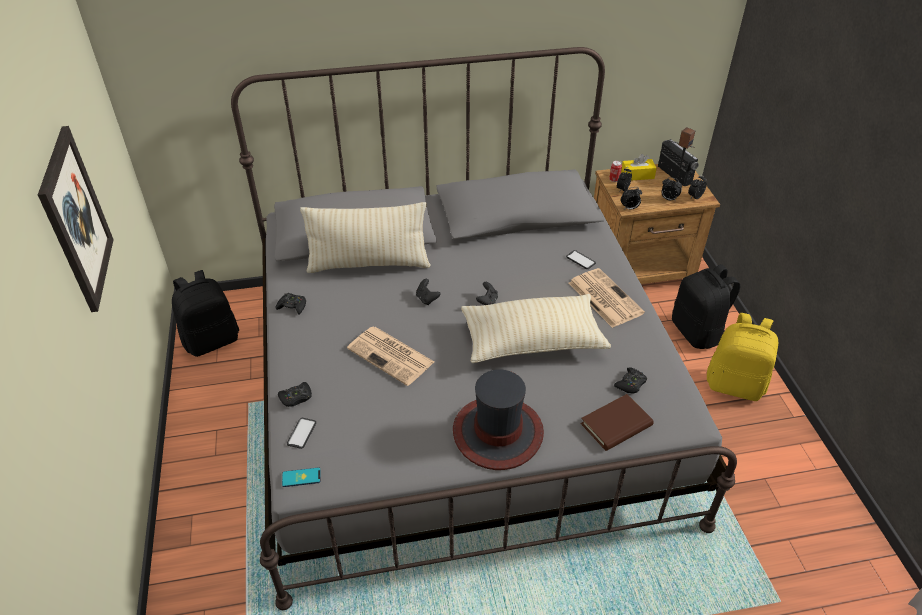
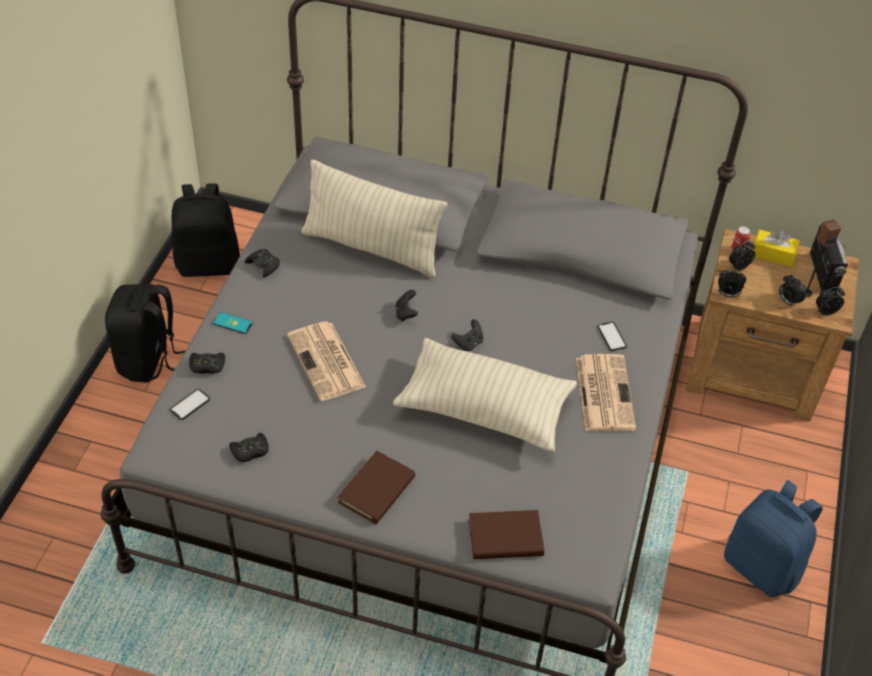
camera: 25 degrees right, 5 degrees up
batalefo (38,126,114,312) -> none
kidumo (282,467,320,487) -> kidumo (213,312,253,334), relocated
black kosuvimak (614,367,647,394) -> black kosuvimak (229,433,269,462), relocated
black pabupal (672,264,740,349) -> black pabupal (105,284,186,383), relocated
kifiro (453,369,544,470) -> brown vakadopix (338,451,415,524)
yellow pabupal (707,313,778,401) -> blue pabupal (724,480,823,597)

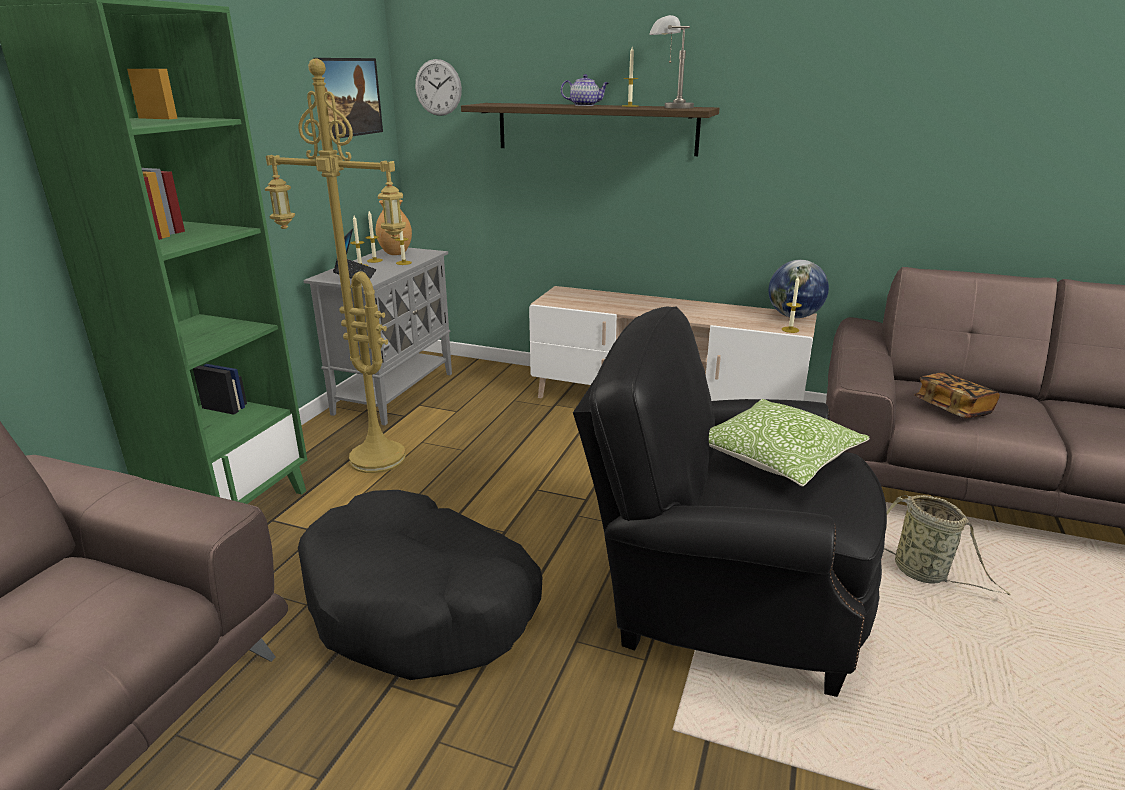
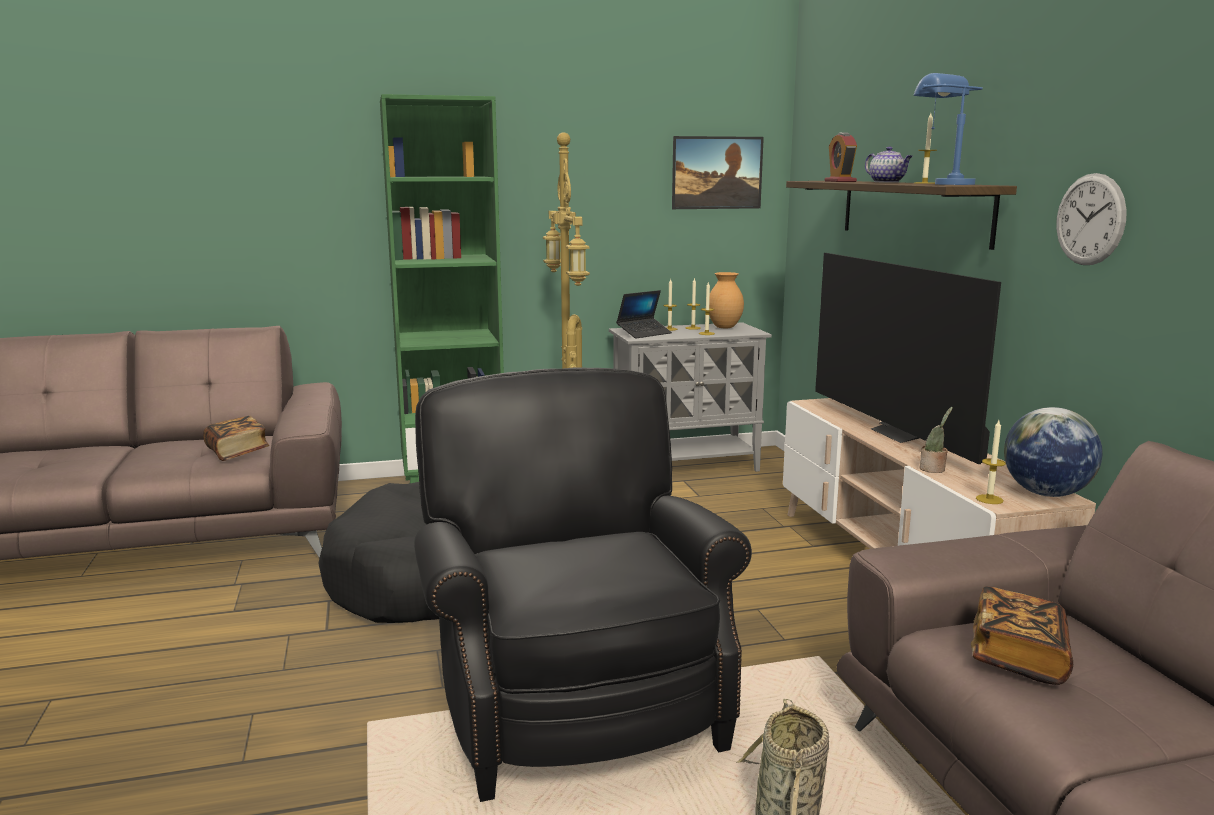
camera: 55 degrees right, 10 degrees down
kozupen (709,399,870,486) -> none
none -> vakadopix (203,416,269,461)
none -> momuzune (815,253,1001,464)
none -> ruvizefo (825,132,857,182)
none -> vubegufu (919,407,953,473)
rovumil (415,59,462,116) -> rovumil (1056,173,1127,265), relocated
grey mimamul (649,15,694,109) -> blue mimamul (914,73,983,185)

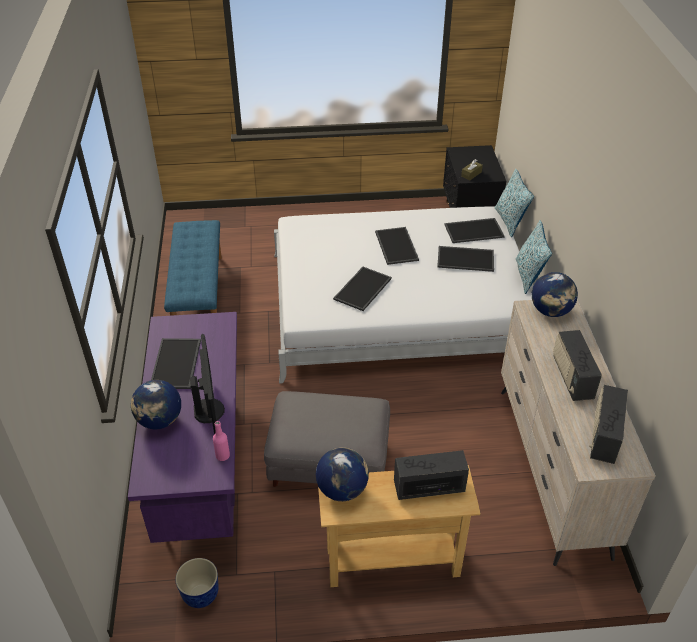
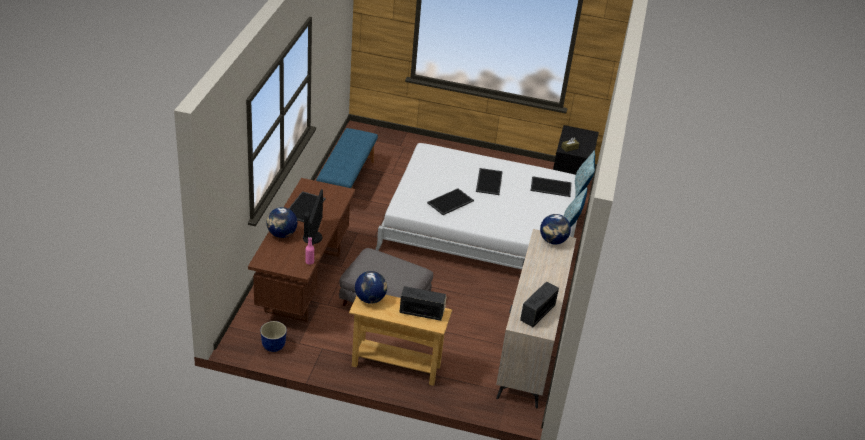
camera: 15 degrees right, 5 degrees down
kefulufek (437,246,494,272) -> none
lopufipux (553,330,602,401) -> none
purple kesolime (128,312,237,543) -> brown kesolime (248,178,355,322)

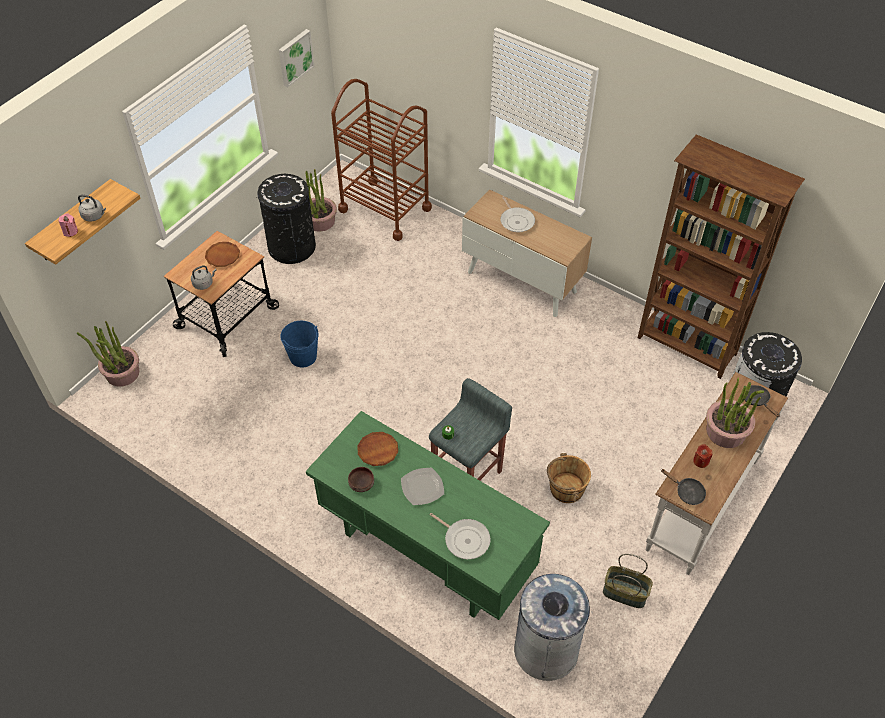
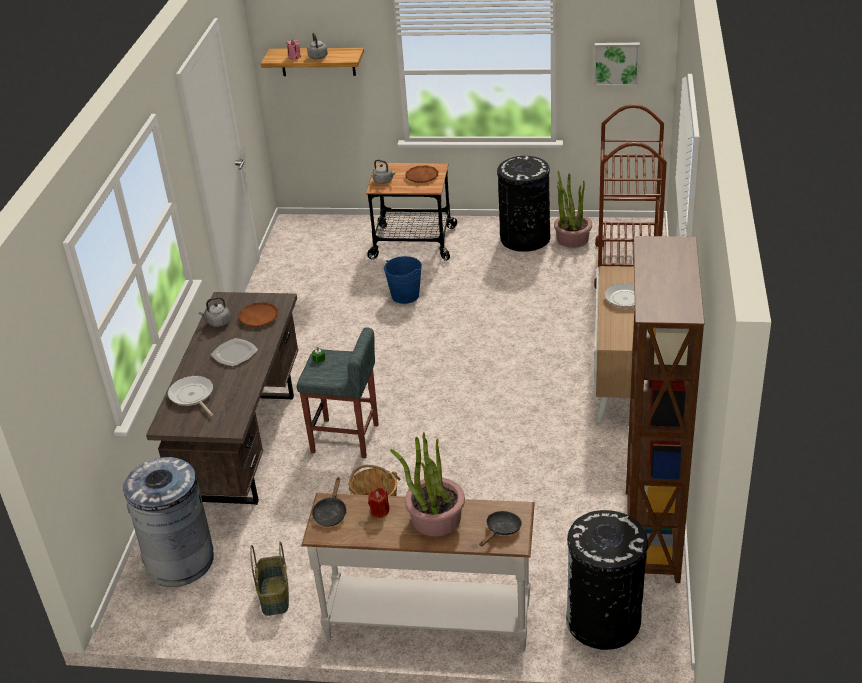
camera: 65 degrees right, 15 degrees down
vubegufu (77,321,140,387) -> none
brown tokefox (348,467,374,492) -> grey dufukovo (198,297,231,327)
green kesolime (306,411,550,620) -> brown kesolime (146,292,299,505)
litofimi (430,513,490,559) -> litofimi (168,376,213,416), 135 degrees clockwise

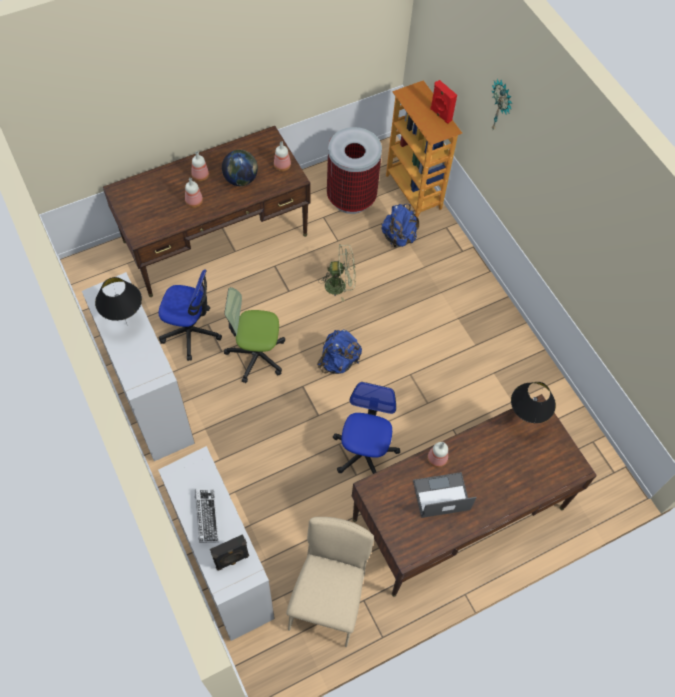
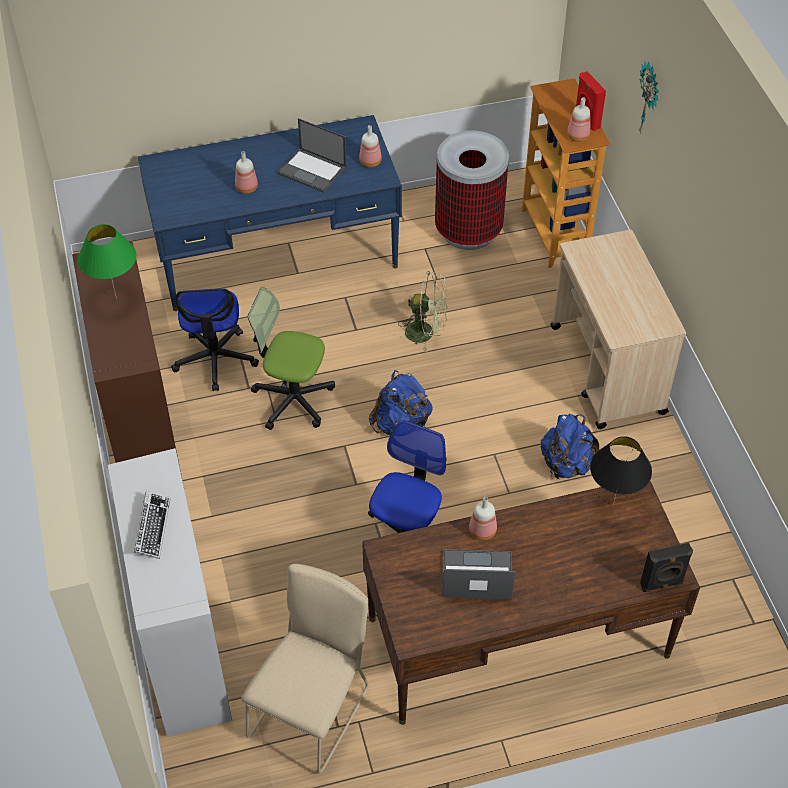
camera: 15 degrees right, 10 degrees down
none -> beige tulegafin (550,230,686,429)
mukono (191,151,209,181) -> mukono (567,97,591,142), relocated
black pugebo (210,534,249,570) -> black pugebo (640,543,693,592), relocated
blue pabupal (381,204,419,248) -> blue pabupal (541,414,599,480), relocated
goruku (222,150,258,186) -> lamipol (277,118,346,193)
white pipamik (82,272,195,461) -> brown pipamik (72,241,184,486)
black mimamul (95,277,142,324) -> green mimamul (78,224,136,299)
brown kesolime (103,126,311,297) -> blue kesolime (138,115,402,311)
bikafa (158,269,222,361) -> bikafa (171,288,259,391), 60 degrees clockwise

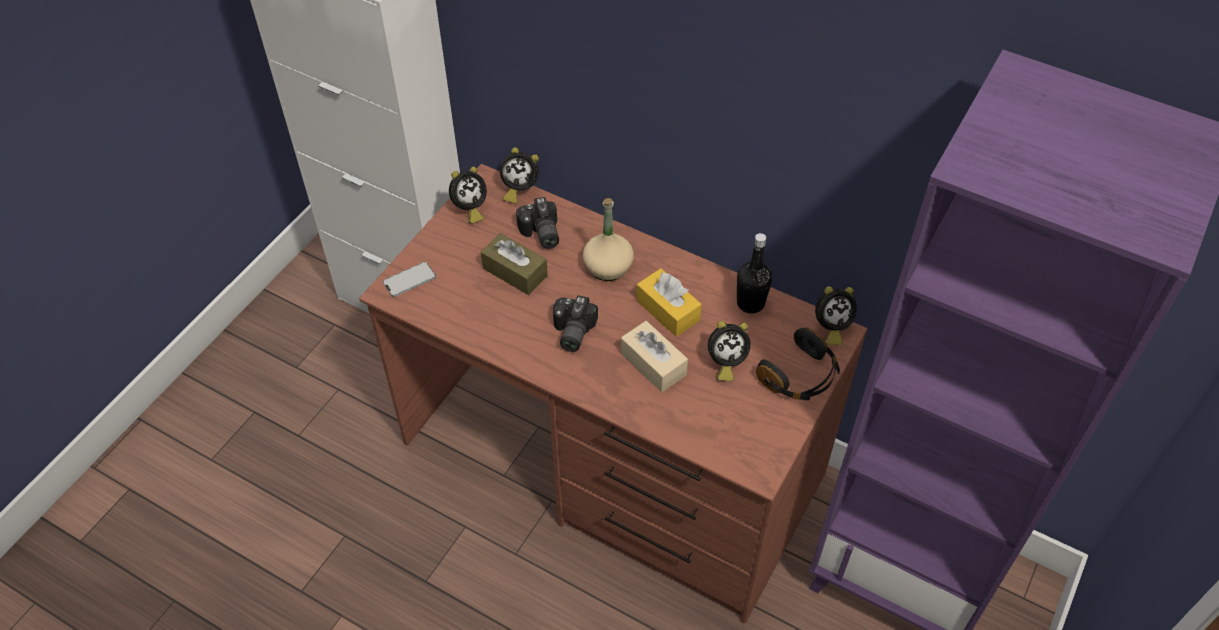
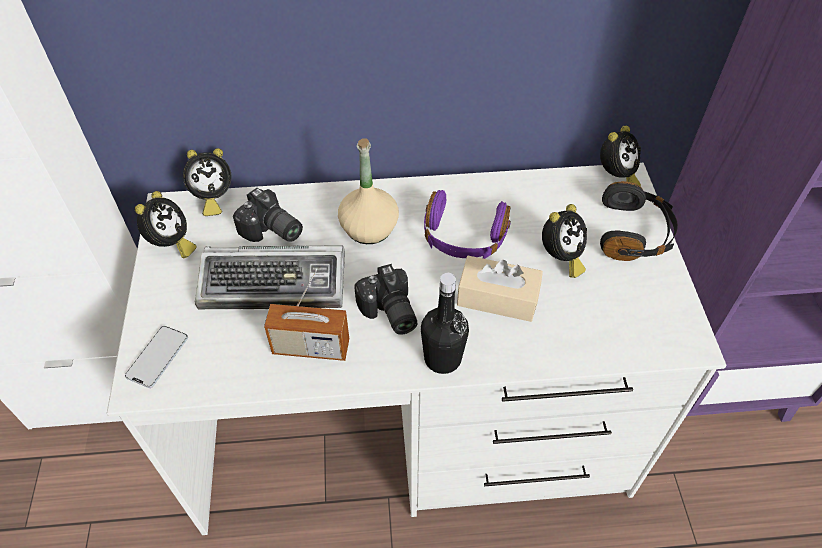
camera: 35 degrees left, 0 degrees up
none -> lopufipux (264,269,349,361)
black mukono (737,233,772,313) -> black mukono (421,273,469,374), relocated
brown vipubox (481,233,548,295) -> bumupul (195,246,345,309)
yellow vipubox (636,268,702,337) -> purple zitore (424,190,511,259)
brown kesolime (359,164,868,623) -> white kesolime (106,163,727,535)

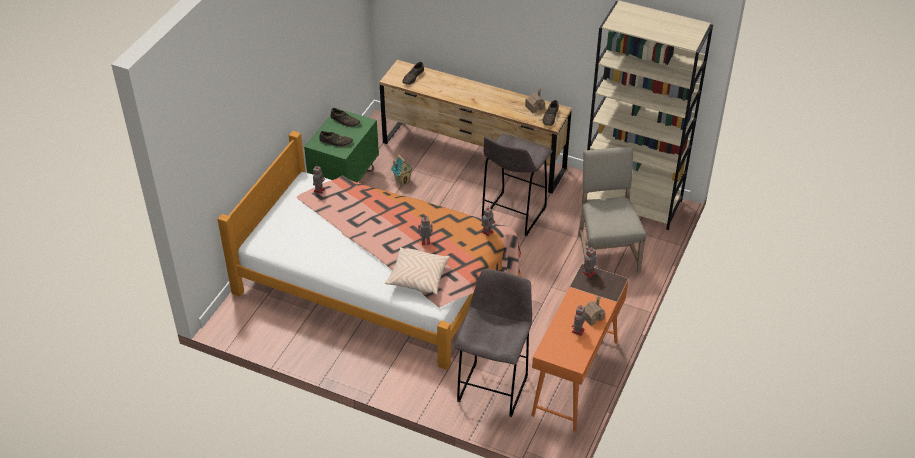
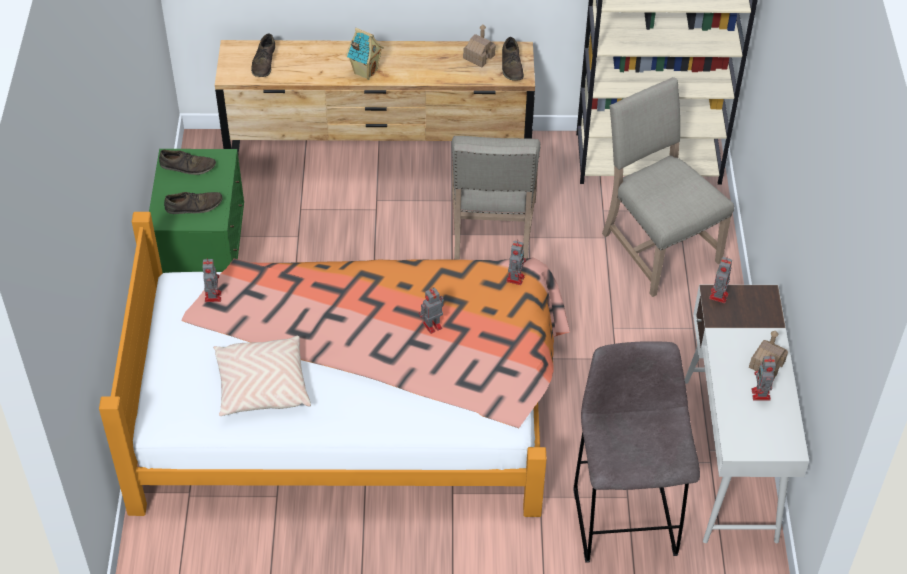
camera: 25 degrees left, 5 degrees up
beige kozupen (385,247,449,295) -> beige kozupen (213,336,311,416), relocated
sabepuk (391,154,413,186) -> sabepuk (346,28,384,80), relocated
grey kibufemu (482,134,553,236) -> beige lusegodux (452,136,541,260)
orange kesolime (531,264,629,432) -> white kesolime (685,285,809,543)

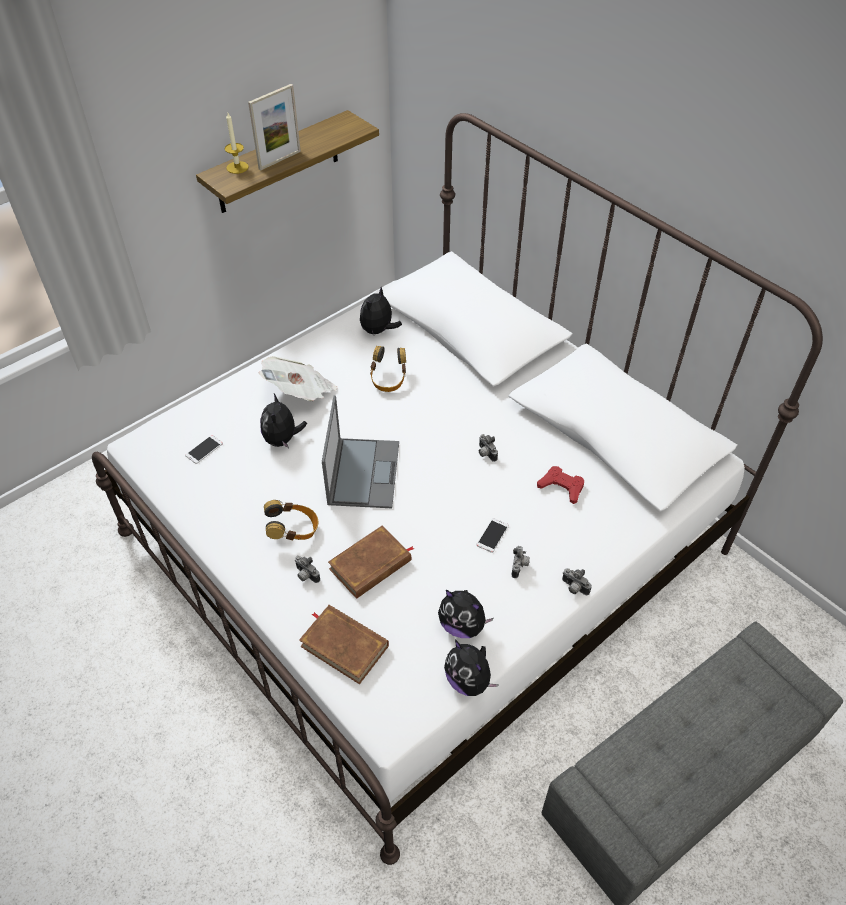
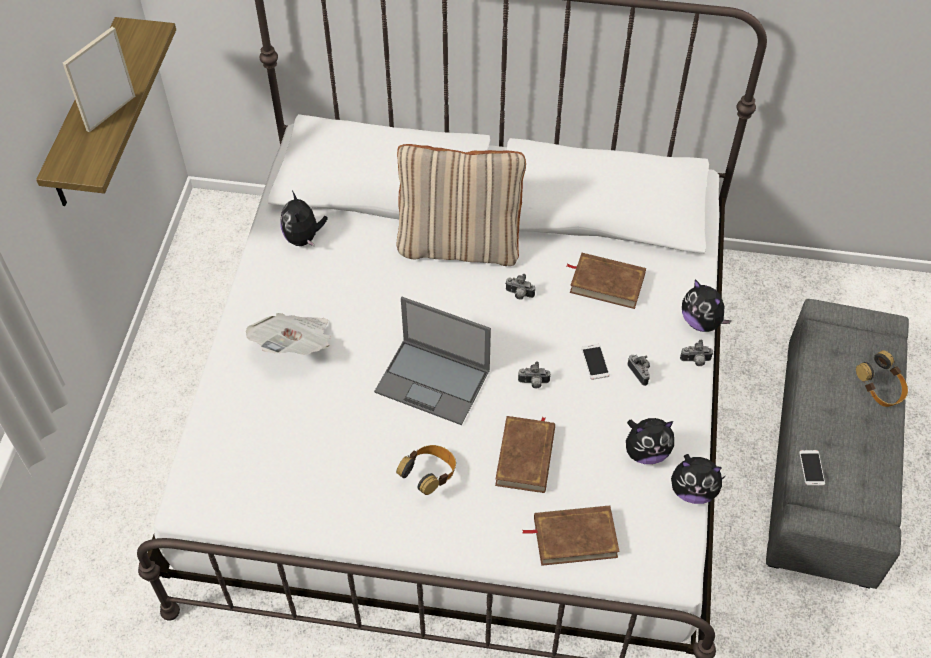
camera: 40 degrees left, 5 degrees up
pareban (225,113,249,174) -> none
none -> beige kozupen (397,144,526,266)
kidumo (186,435,223,464) -> kidumo (799,450,825,486), relocated
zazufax (260,394,307,448) -> zazufax (682,279,732,332), relocated
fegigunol (295,556,320,583) -> fegigunol (518,361,551,388), relocated
zitore (370,346,406,392) -> zitore (856,350,908,407), relocated
red kosuvimak (537,466,584,504) -> brown vakadopix (567,253,646,309)
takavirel (248,84,301,171) -> takavirel (63,27,135,132), 150 degrees counterclockwise
lamipol (322,395,399,508) -> lamipol (374,297,491,425), 150 degrees clockwise

